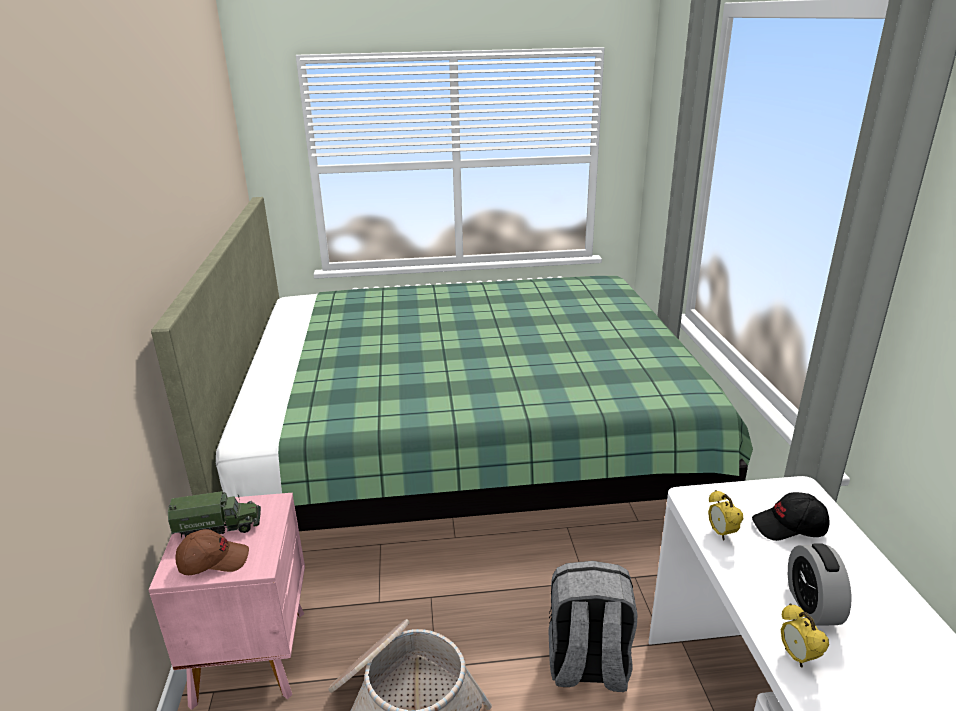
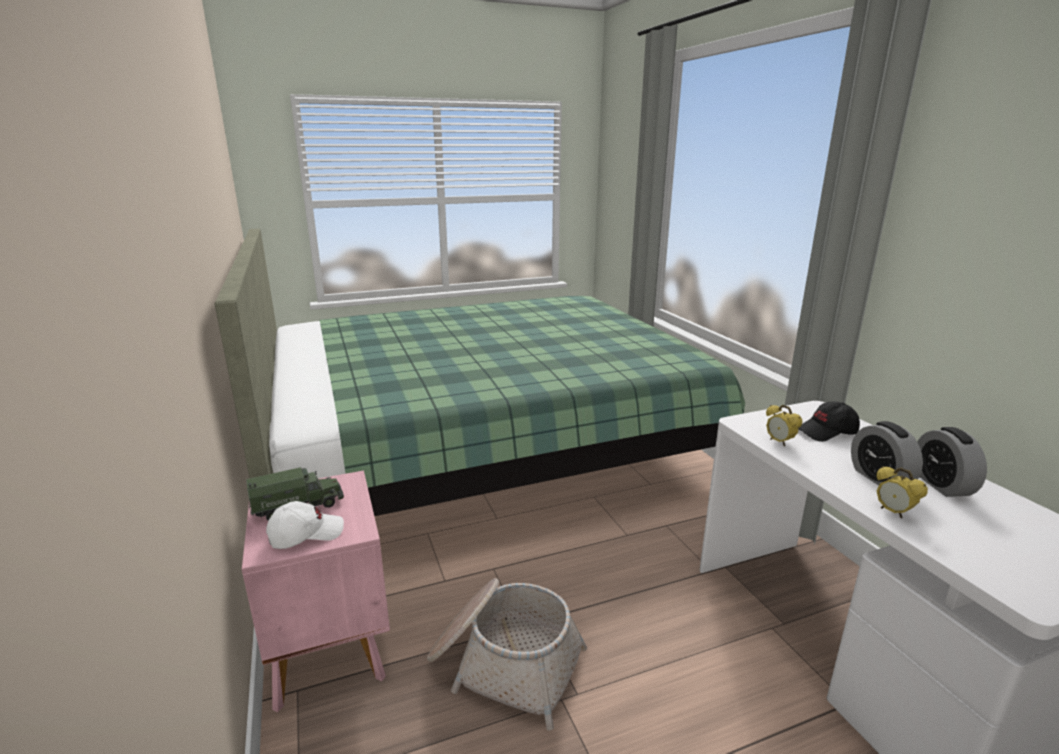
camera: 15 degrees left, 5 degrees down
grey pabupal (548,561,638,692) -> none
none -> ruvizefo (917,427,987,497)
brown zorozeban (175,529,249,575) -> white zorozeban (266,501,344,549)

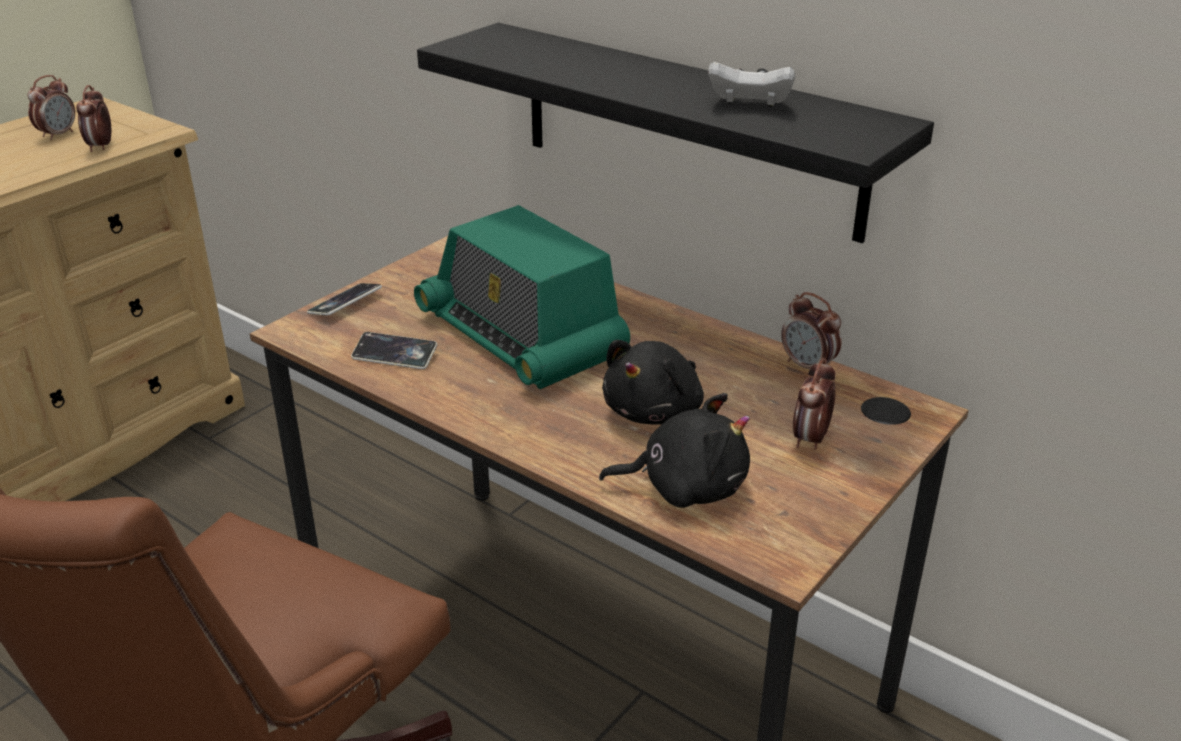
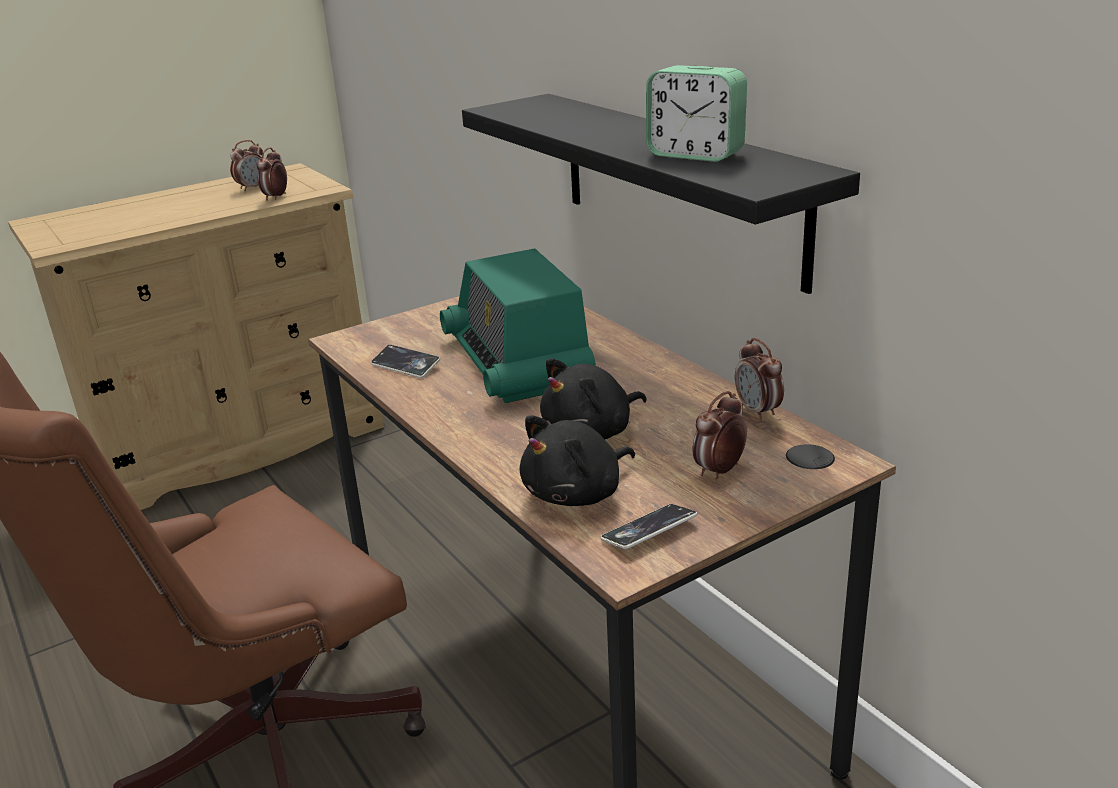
camera: 20 degrees right, 5 degrees down
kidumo (307,283,382,316) -> kidumo (601,504,697,549), relocated
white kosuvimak (708,62,795,106) -> ruvizefo (646,65,747,162)
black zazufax (599,393,750,508) -> black zazufax (520,415,635,506), 120 degrees clockwise

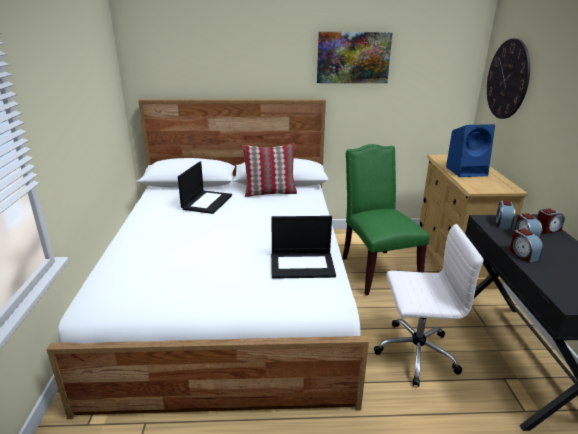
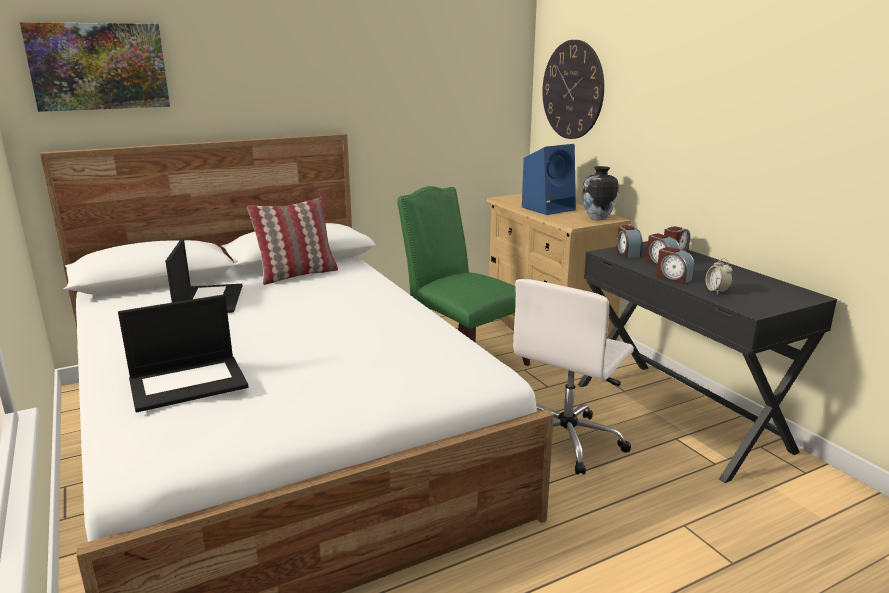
camera: 25 degrees left, 5 degrees down
none -> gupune (582,166,619,220)
none -> ruvizefo (706,258,733,294)
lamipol (271,216,336,279) -> lamipol (118,294,249,412), relocated
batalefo (317,32,393,83) -> batalefo (20,22,170,112), relocated
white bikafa (374,224,484,387) -> white bikafa (513,279,634,475), 150 degrees clockwise

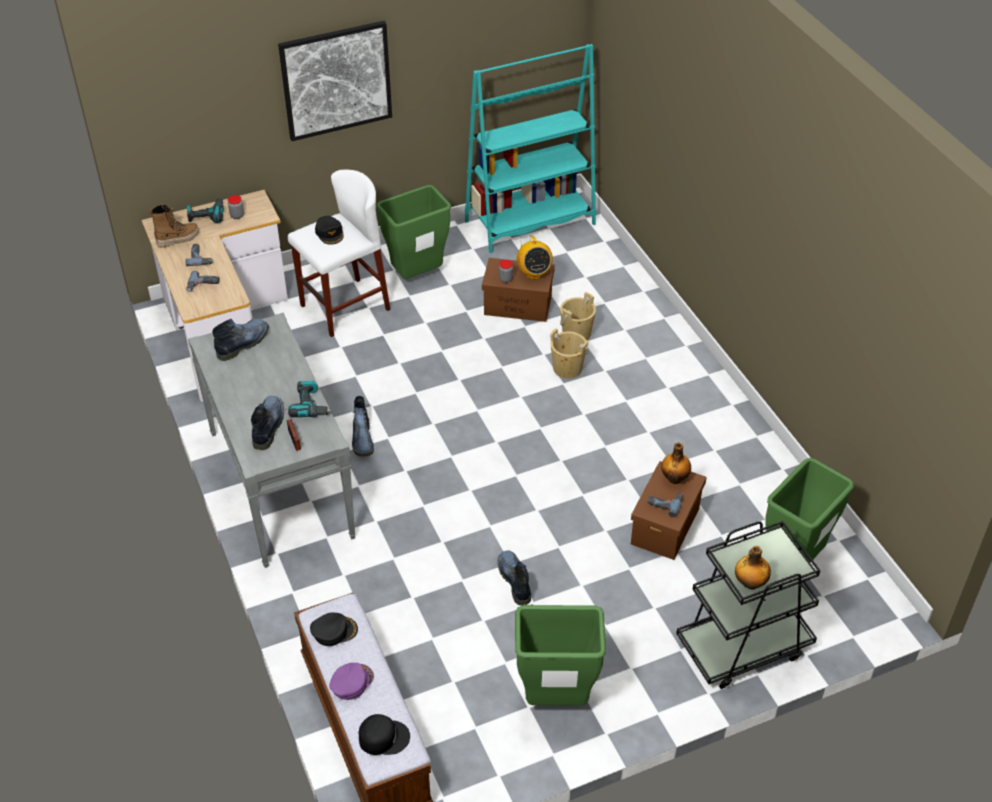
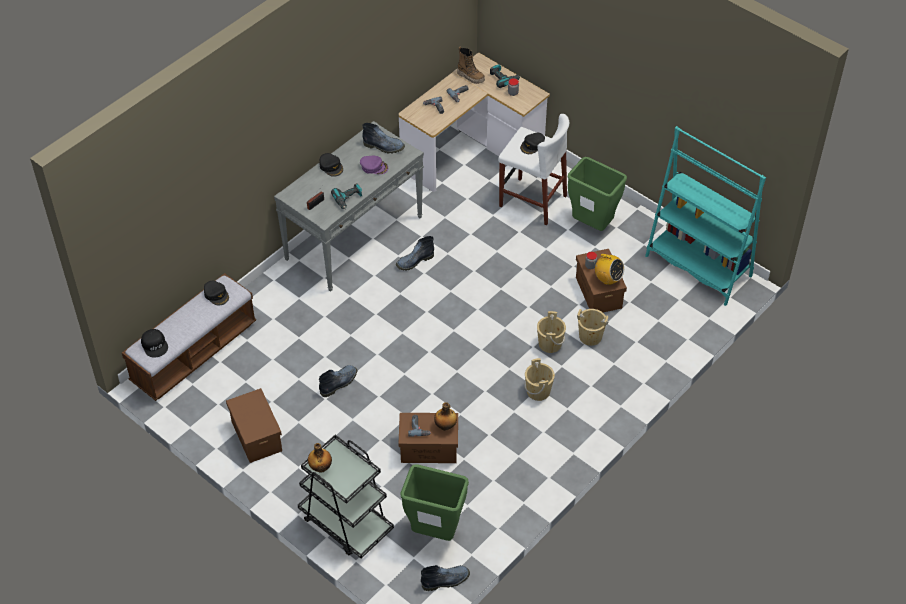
camera: 65 degrees right, 5 degrees up
batalefo (278,21,392,141) -> none
none -> black zorozeban (319,153,343,177)
none -> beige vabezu (525,358,555,401)
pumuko (251,396,284,450) -> pumuko (421,565,470,591), relocated
purple zorozeban (329,663,374,700) -> purple zorozeban (360,156,388,175), relocated
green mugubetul (515,605,606,706) -> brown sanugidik (226,388,282,463)
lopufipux (517,236,553,279) -> lopufipux (593,254,624,285), 105 degrees counterclockwise

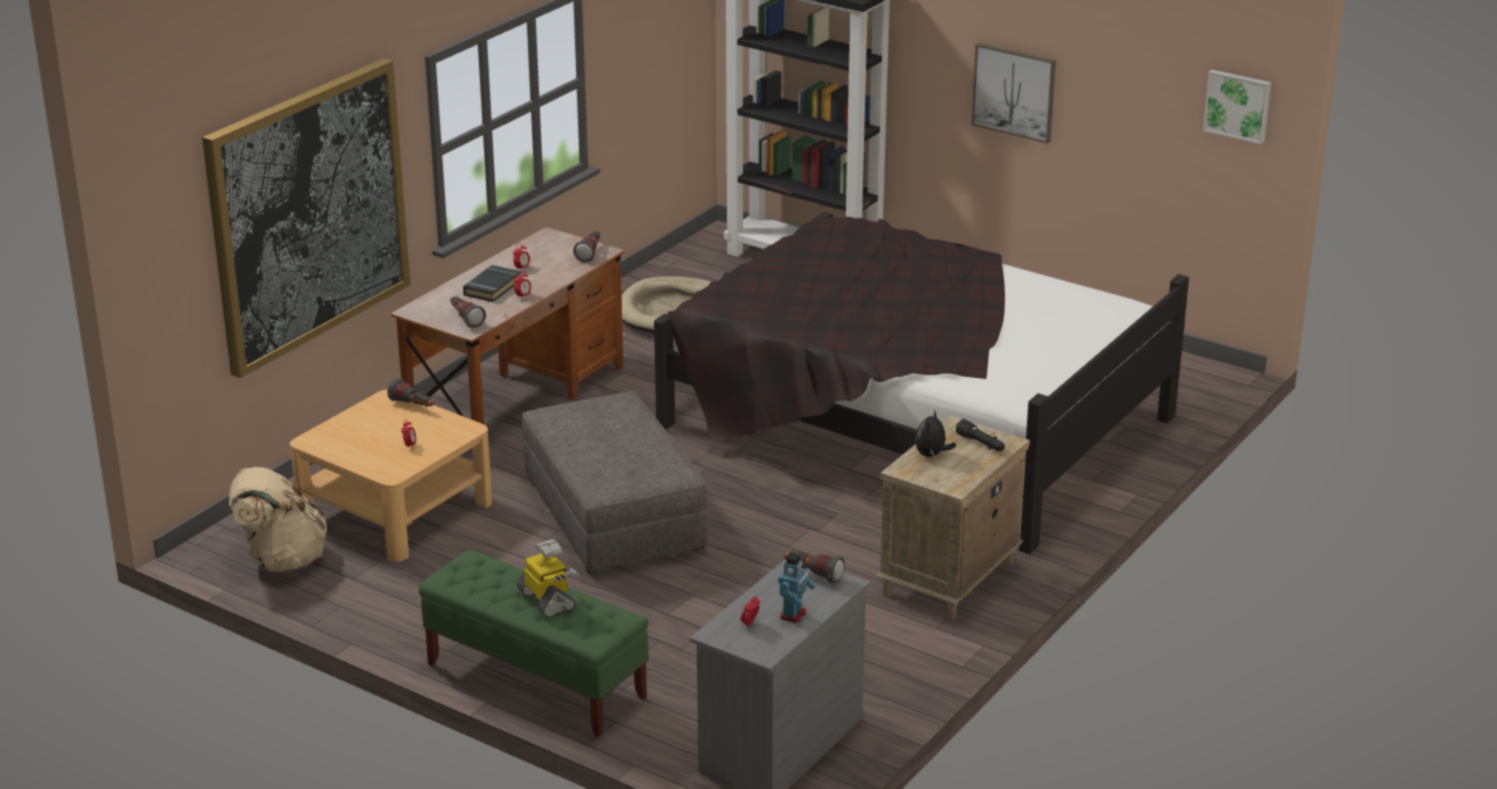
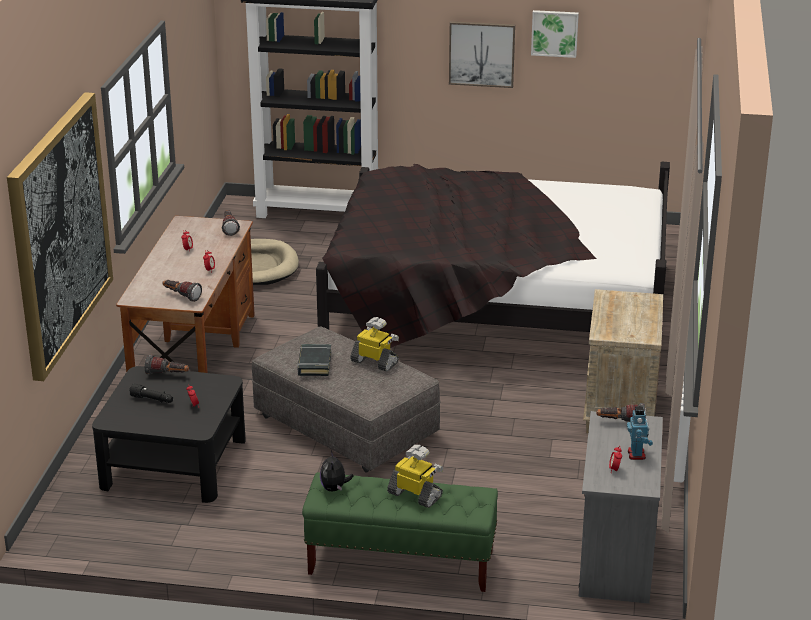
camera: 25 degrees left, 0 degrees up
beige pabupal (229,467,327,572) -> none
none -> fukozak (350,317,399,371)
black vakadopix (463,265,521,302) -> black vakadopix (297,344,331,376), relocated
zazufax (915,411,956,457) -> zazufax (320,451,354,492), relocated
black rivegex (956,419,1005,451) -> black rivegex (129,383,173,403), relocated
batalefo (1203,70,1271,144) -> batalefo (531,10,579,58), relocated
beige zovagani (290,389,492,562) -> black zovagani (92,366,246,503)

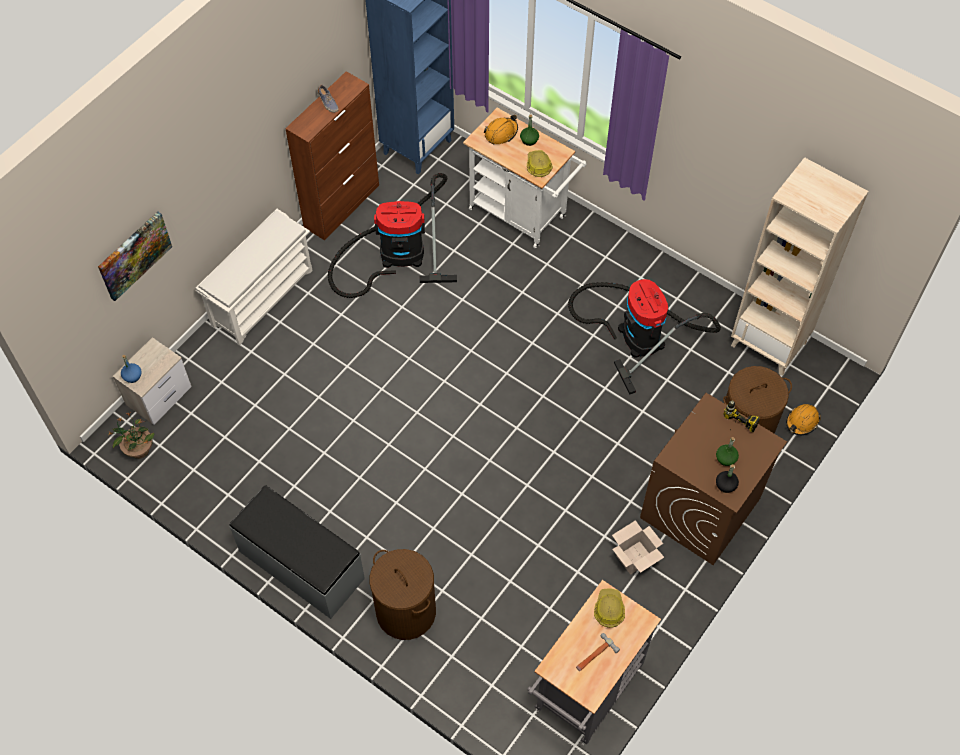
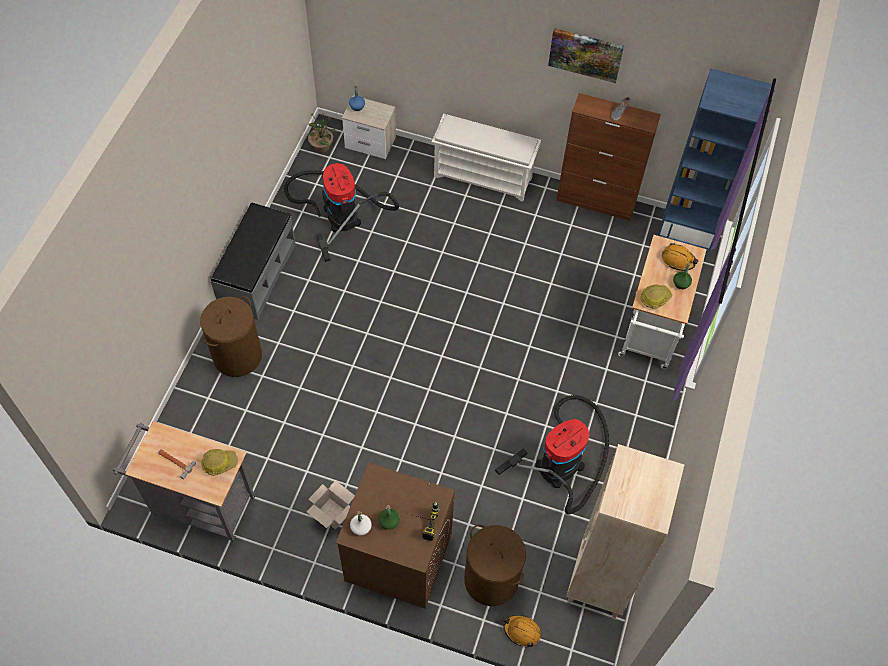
camera: 70 degrees right, 0 degrees up
batalefo (98,212,172,301) -> batalefo (548,28,624,83), relocated
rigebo (328,173,457,298) -> rigebo (284,163,399,262), relocated
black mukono (716,464,739,493) -> white mukono (350,511,372,535)

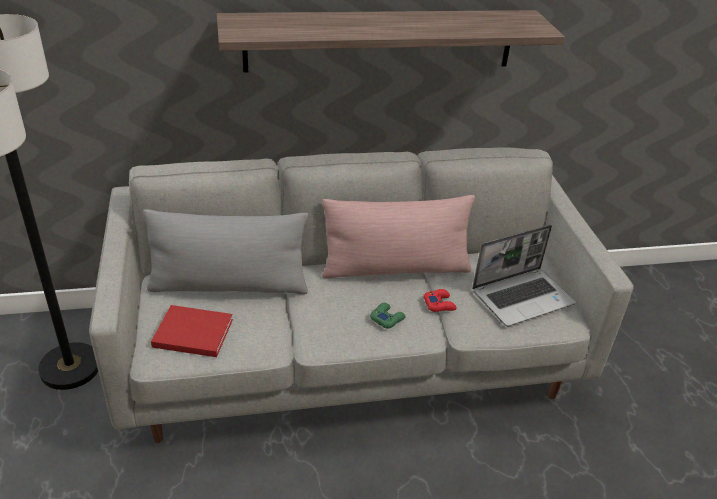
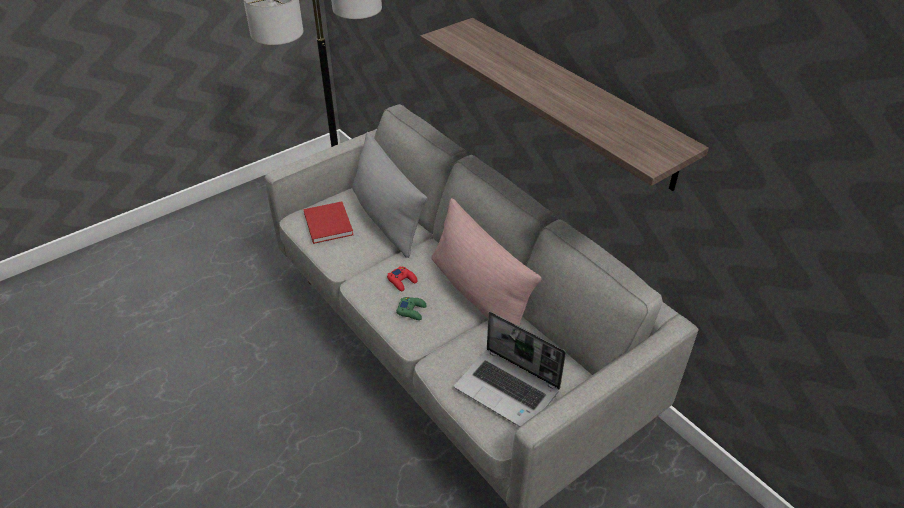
camera: 65 degrees right, 5 degrees up
red kosuvimak (423,289,457,312) -> red kosuvimak (387,266,417,291), relocated

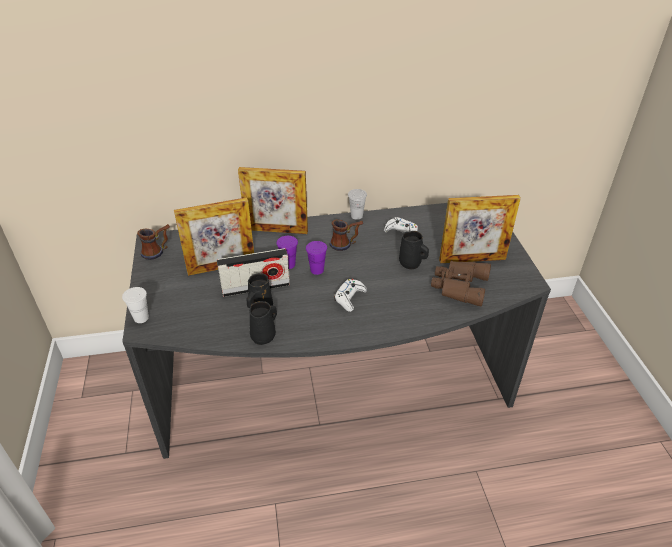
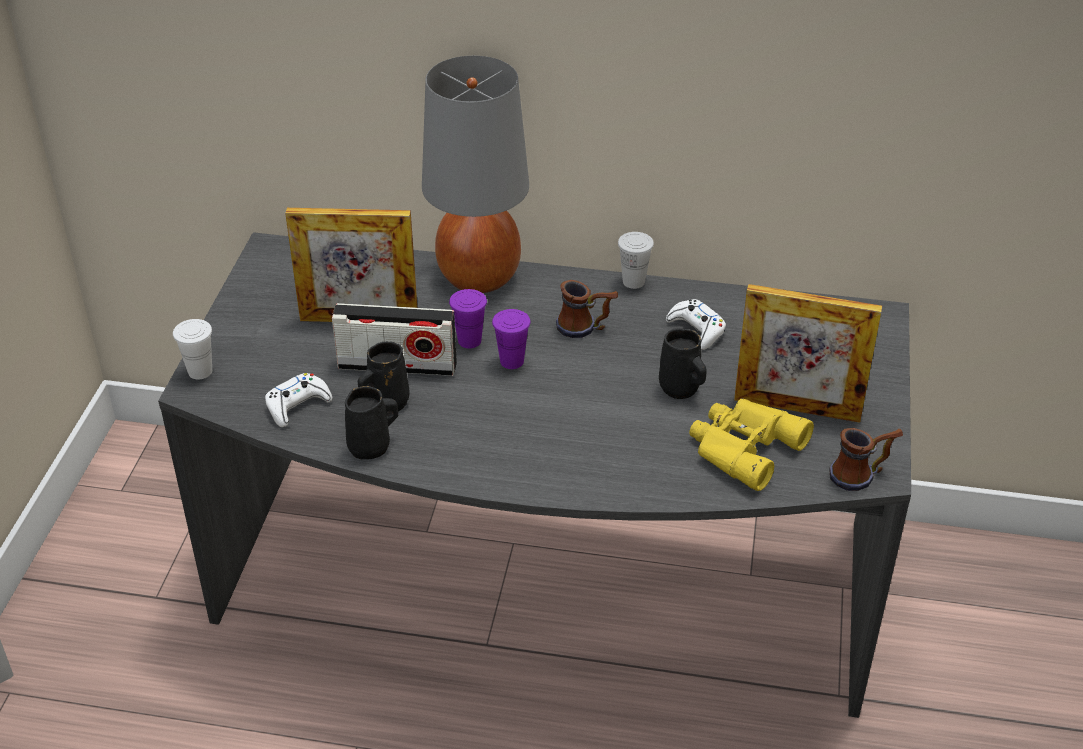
camera: 20 degrees right, 0 degrees up
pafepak (137,224,170,260) -> pafepak (829,428,903,491), relocated
white kosuvimak (334,279,367,312) -> white kosuvimak (265,373,332,427), relocated
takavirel (238,167,308,234) -> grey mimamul (422,56,529,293)
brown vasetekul (431,261,491,306) -> yellow vasetekul (689,398,814,491)

